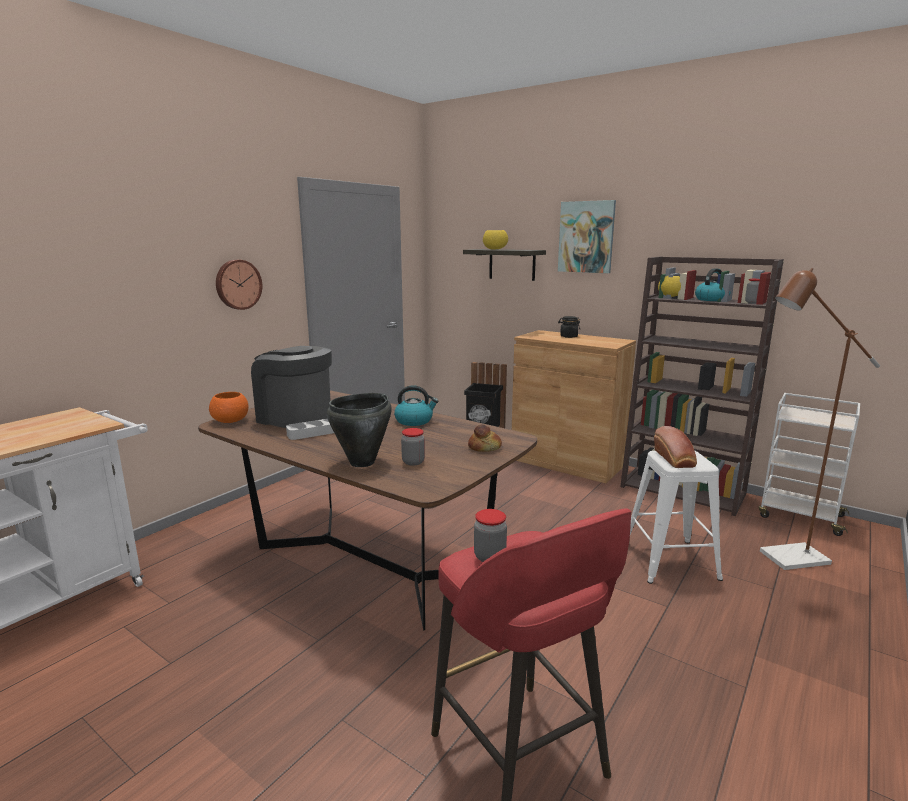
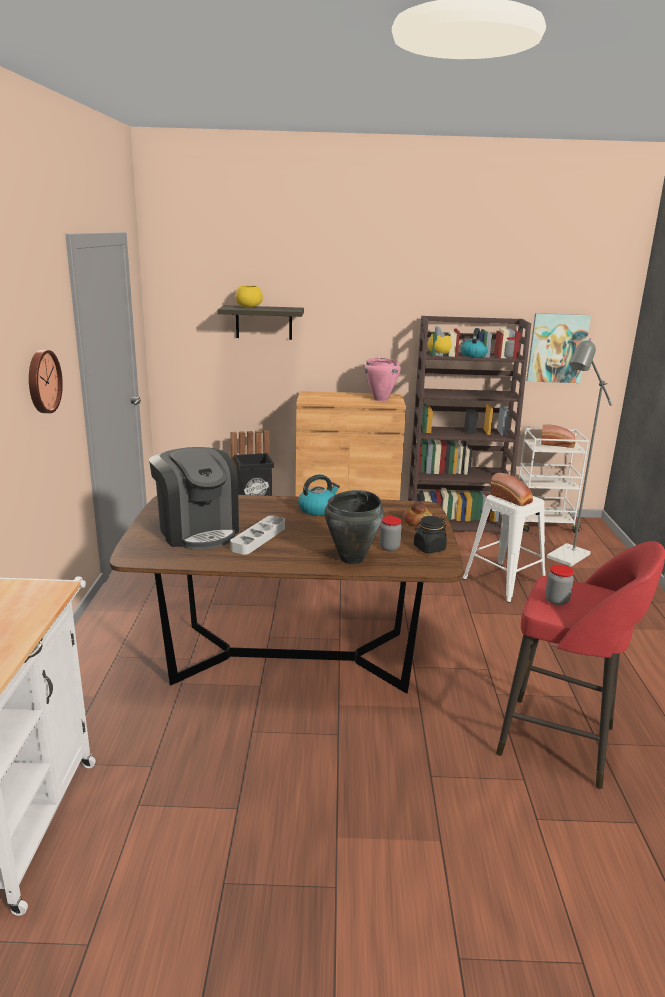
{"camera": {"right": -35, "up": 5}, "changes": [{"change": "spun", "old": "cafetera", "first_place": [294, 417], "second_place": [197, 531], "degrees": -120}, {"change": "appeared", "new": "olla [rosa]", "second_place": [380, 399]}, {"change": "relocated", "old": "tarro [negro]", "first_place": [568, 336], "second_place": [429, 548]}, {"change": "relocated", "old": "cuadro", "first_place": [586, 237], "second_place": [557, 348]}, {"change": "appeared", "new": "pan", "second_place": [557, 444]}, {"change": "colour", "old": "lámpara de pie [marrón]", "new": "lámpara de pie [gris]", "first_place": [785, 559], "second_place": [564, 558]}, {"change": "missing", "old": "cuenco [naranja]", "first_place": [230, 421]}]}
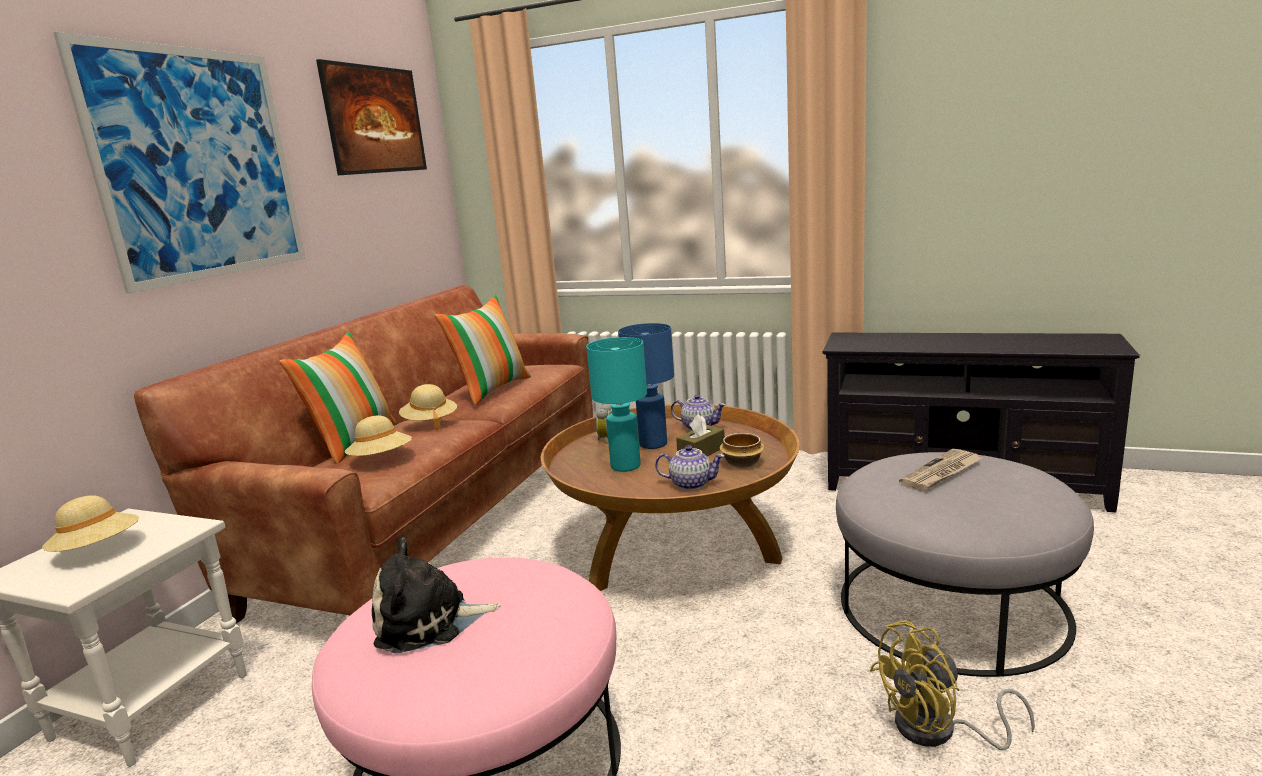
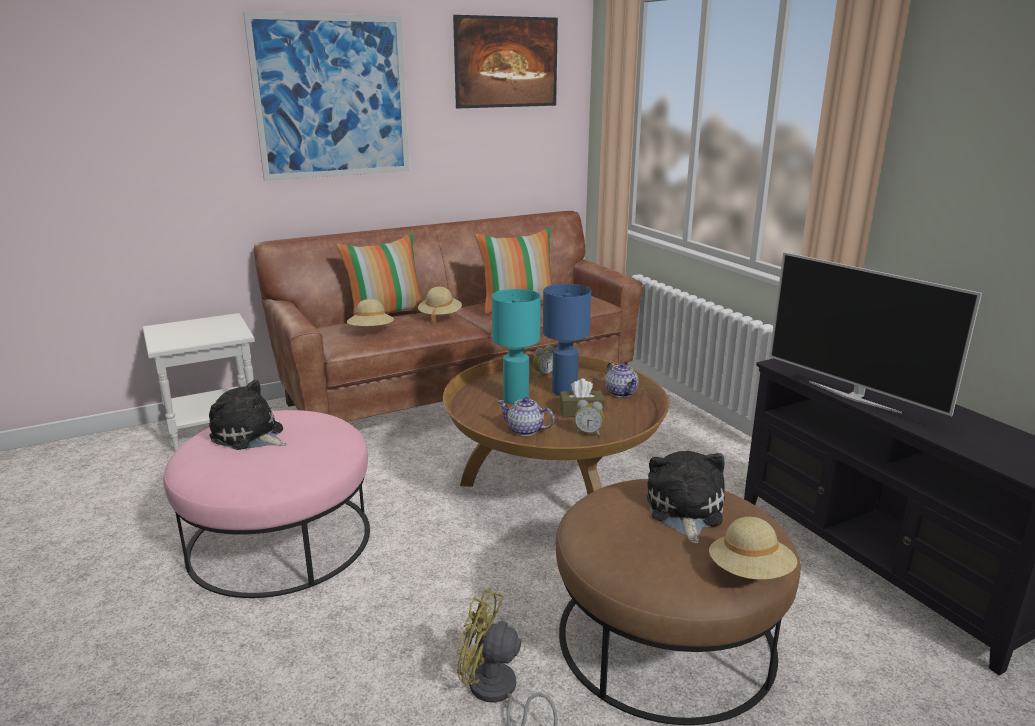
{"camera": {"right": 40, "up": 5}, "changes": [{"change": "spun", "old": "tetera", "first_place": [690, 484], "second_place": [525, 430], "degrees": 150}, {"change": "colour", "old": "puf [gris]", "new": "puf [marrón]", "first_place": [952, 606], "second_place": [666, 638]}, {"change": "exchanged", "old": "cuenco", "new": "despertador", "first_place": [742, 463], "second_place": [589, 433]}, {"change": "exchanged", "old": "periódico", "new": "peluche", "first_place": [942, 473], "second_place": [684, 511]}, {"change": "relocated", "old": "sombrero [beis]", "first_place": [98, 550], "second_place": [750, 573]}, {"change": "appeared", "new": "televisor", "second_place": [854, 396]}]}
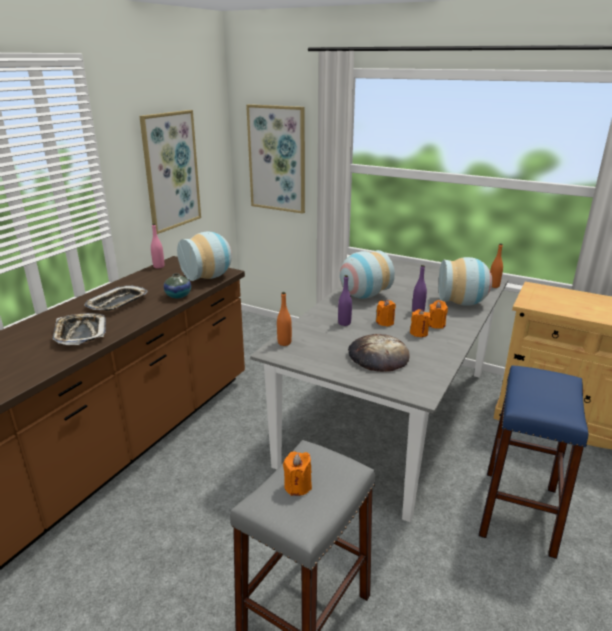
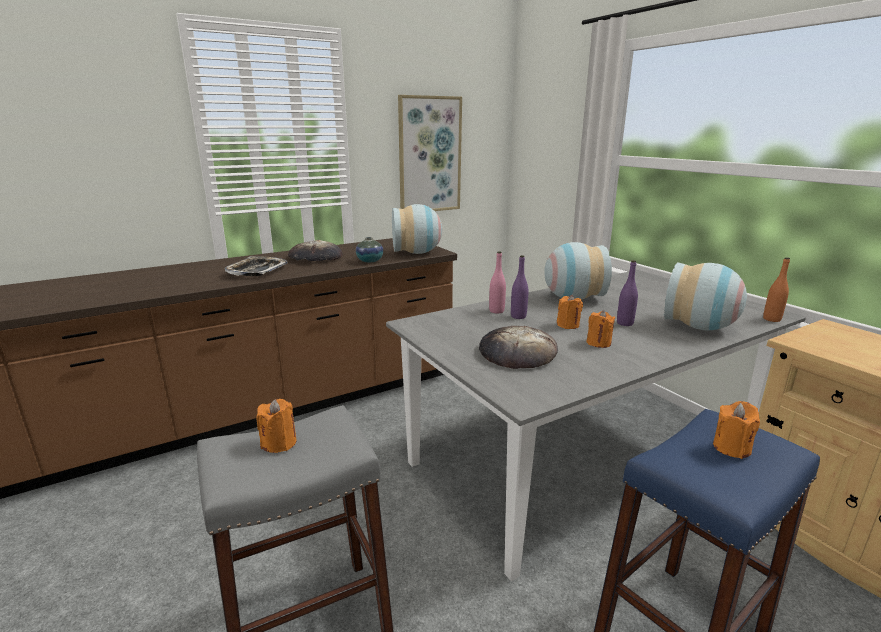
{"camera": {"right": 30, "up": -5}, "changes": [{"change": "exchanged", "old": "bandeja", "new": "pan", "first_place": [117, 303], "second_place": [315, 257]}, {"change": "relocated", "old": "botella [rosa]", "first_place": [159, 266], "second_place": [496, 311]}, {"change": "relocated", "old": "vela [naranja]", "first_place": [436, 324], "second_place": [731, 448]}, {"change": "missing", "old": "cuadro", "first_place": [277, 159]}, {"change": "missing", "old": "botella [naranja]", "first_place": [284, 343]}]}
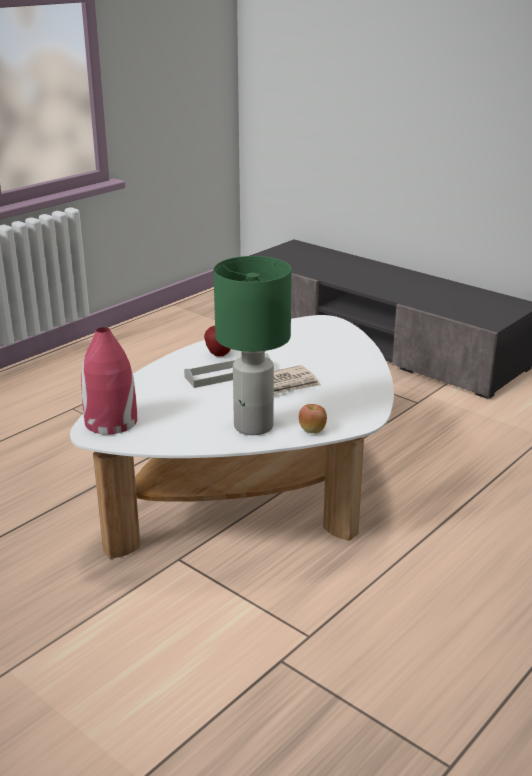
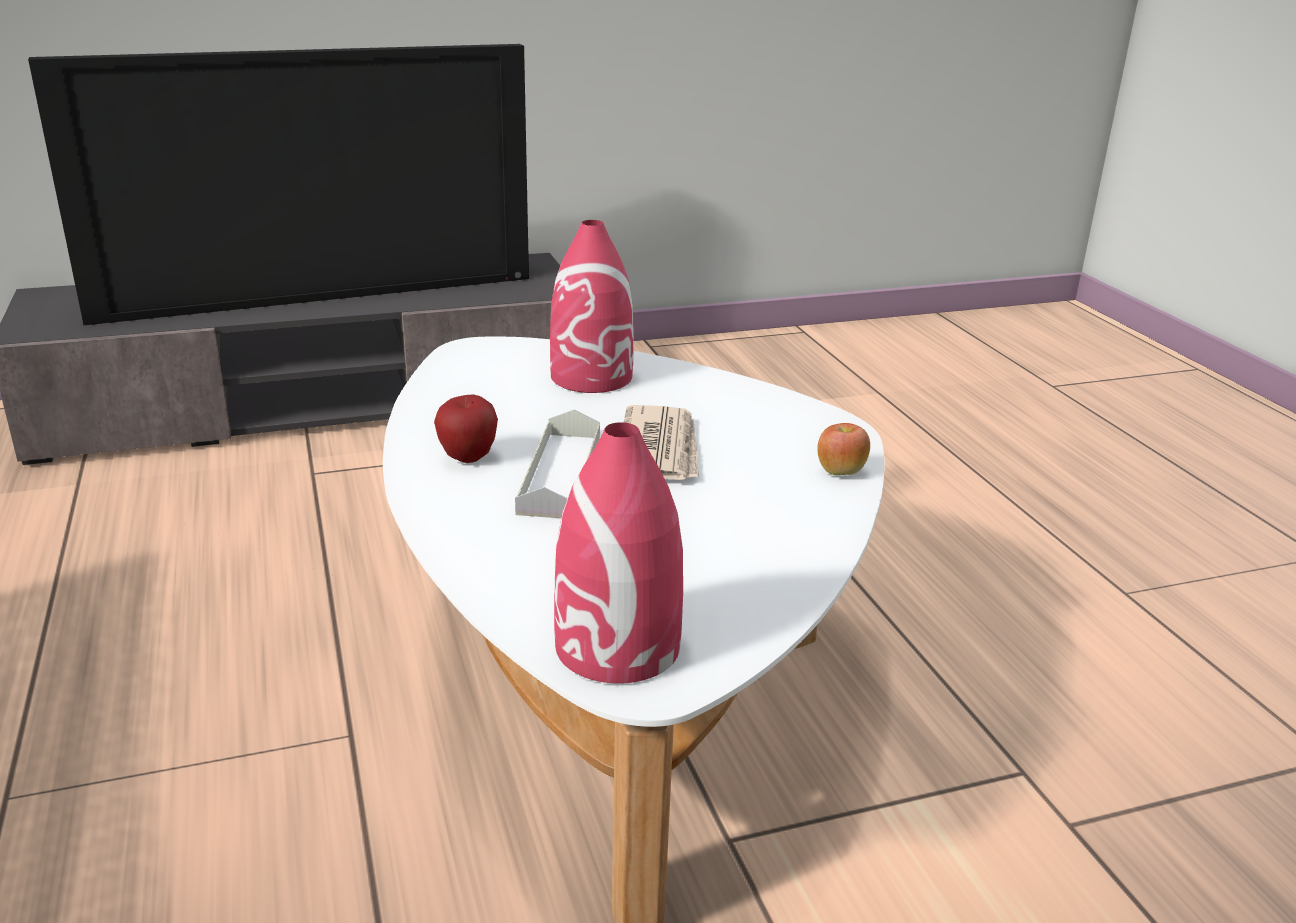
{"camera": {"right": -60, "up": 0}, "changes": [{"change": "appeared", "new": "televisor", "second_place": [319, 292]}, {"change": "appeared", "new": "florero [rojo]", "second_place": [592, 377]}, {"change": "missing", "old": "lámpara de mesa [verde]", "first_place": [253, 427]}]}
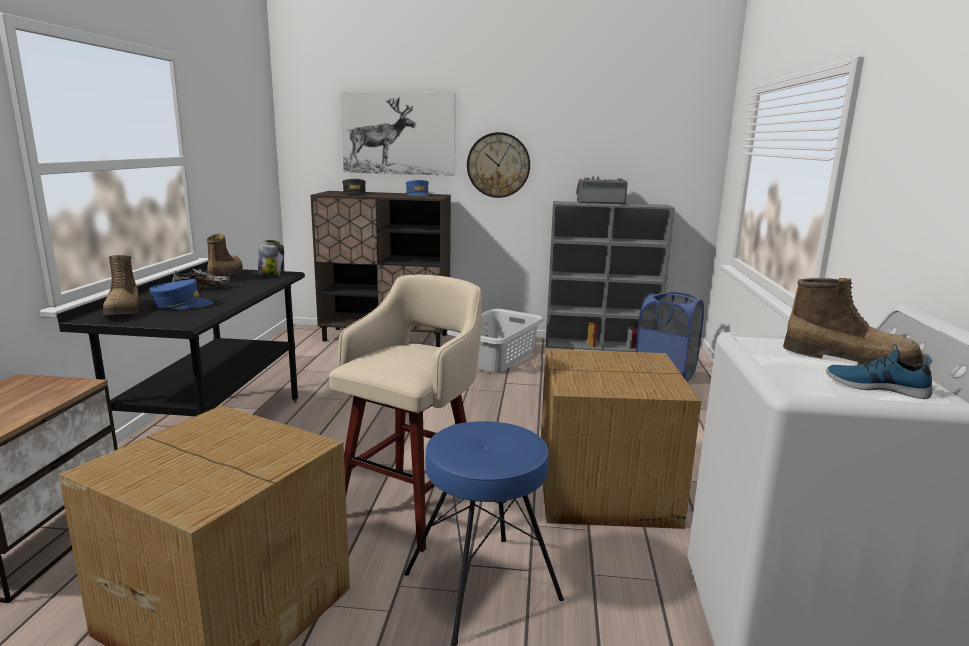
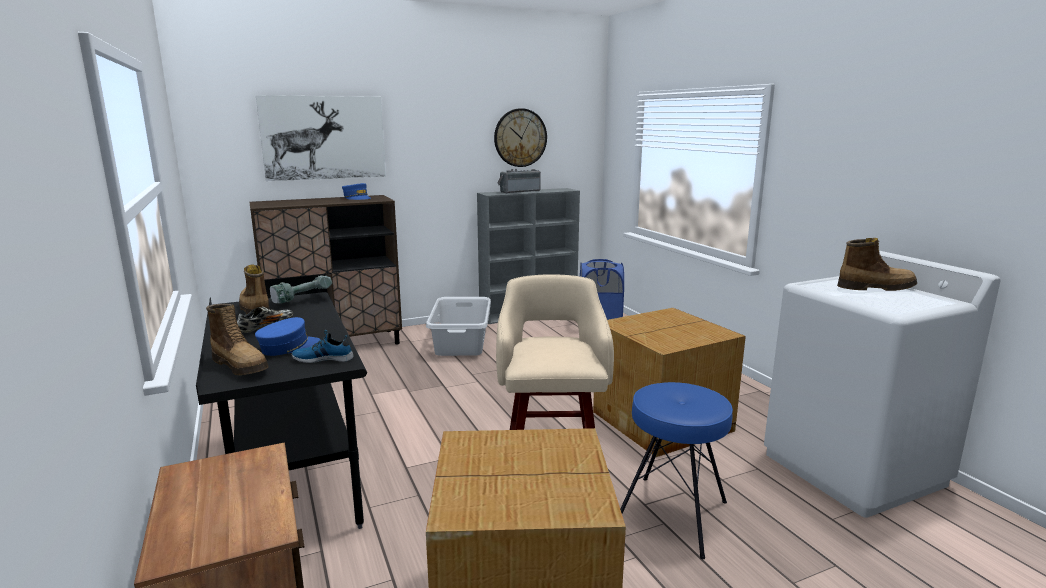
{"camera": {"right": -30, "up": 0}, "changes": [{"change": "exchanged", "old": "tarro", "new": "taladro", "first_place": [271, 274], "second_place": [301, 299]}, {"change": "relocated", "old": "zapato", "first_place": [876, 387], "second_place": [323, 358]}, {"change": "relocated", "old": "reloj de pared", "first_place": [498, 165], "second_place": [520, 138]}, {"change": "missing", "old": "gorra [gris]", "first_place": [354, 193]}]}
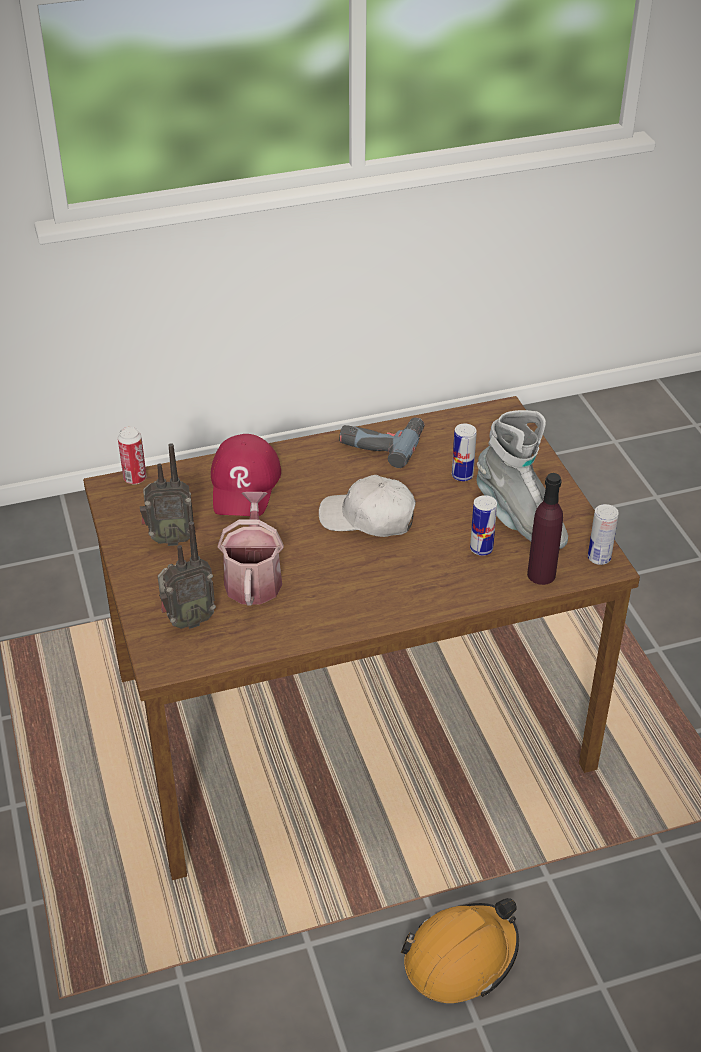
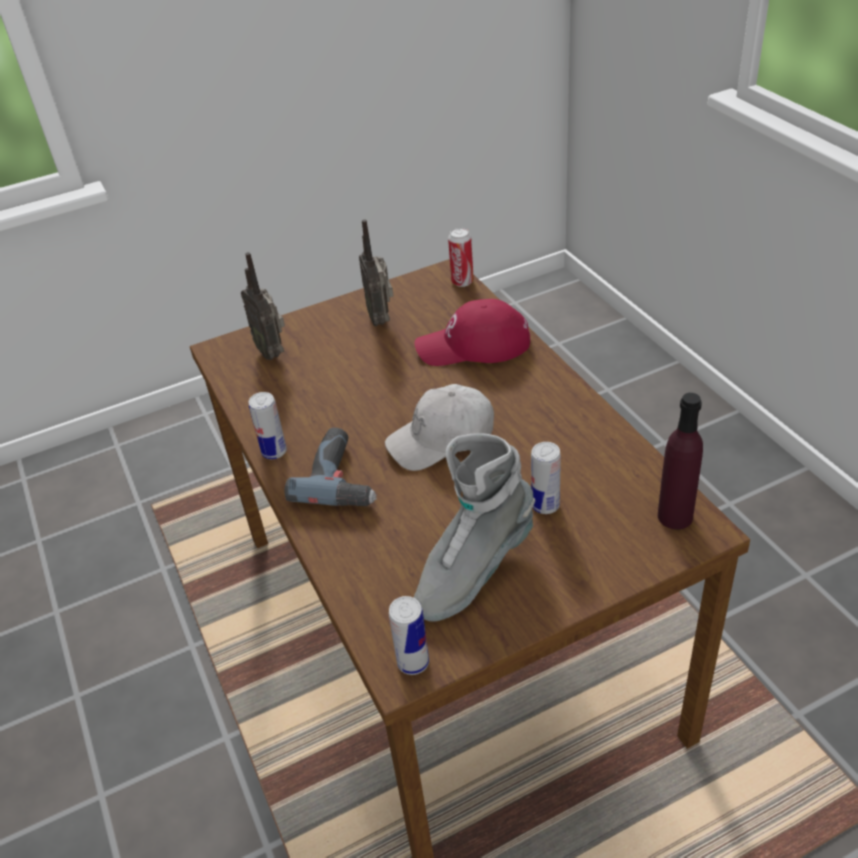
{"camera": {"right": 85, "up": 0}, "changes": [{"change": "relocated", "old": "lata", "first_place": [481, 549], "second_place": [274, 452]}, {"change": "relocated", "old": "taladro", "first_place": [382, 442], "second_place": [343, 477]}, {"change": "spun", "old": "gorra [blanco]", "first_place": [368, 518], "second_place": [442, 439], "degrees": -120}, {"change": "relocated", "old": "botella [morado]", "first_place": [541, 574], "second_place": [675, 516]}, {"change": "missing", "old": "regadera", "first_place": [253, 577]}, {"change": "missing", "old": "casco [naranja]", "first_place": [461, 957]}]}
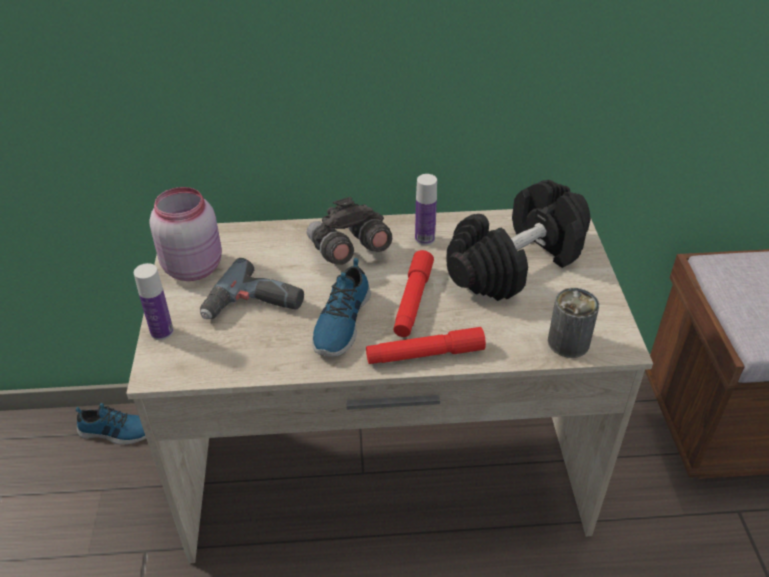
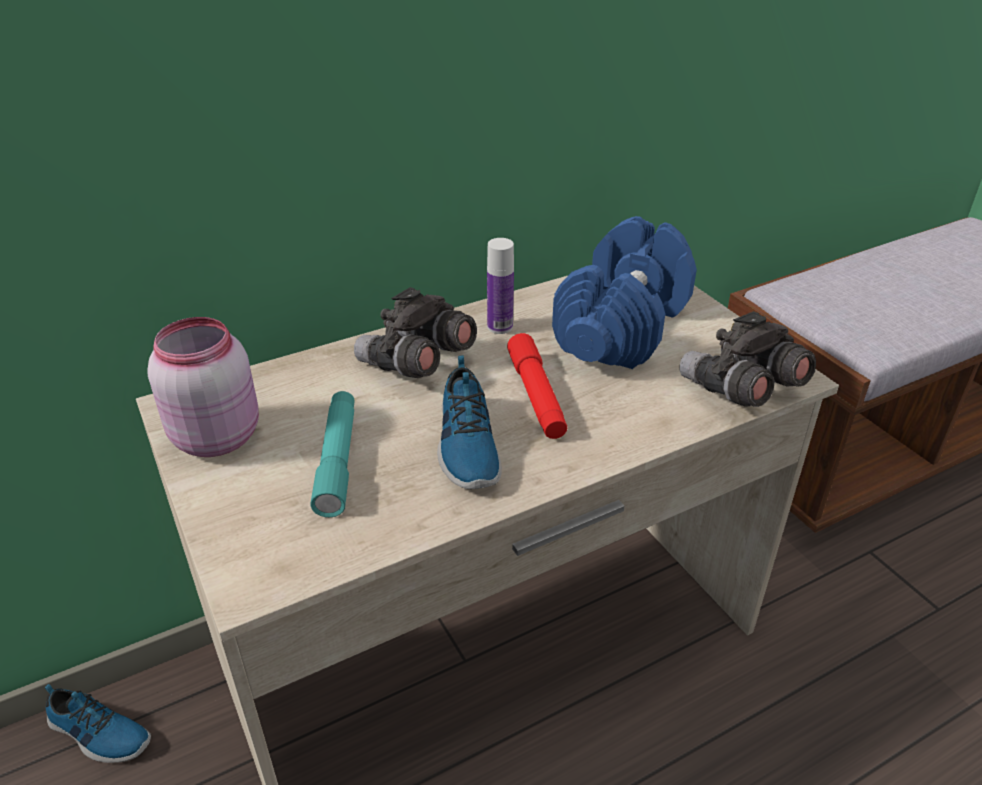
{"camera": {"right": -25, "up": -5}, "changes": [{"change": "spun", "old": "zapato", "first_place": [117, 432], "second_place": [98, 734], "degrees": 45}, {"change": "exchanged", "old": "taladro", "new": "linterna [turquesa]", "first_place": [254, 307], "second_place": [337, 460]}, {"change": "colour", "old": "mancuerna [negro]", "new": "mancuerna [azul]", "first_place": [516, 264], "second_place": [622, 326]}, {"change": "exchanged", "old": "lata", "new": "prismáticos [gris]", "first_place": [568, 342], "second_place": [740, 389]}, {"change": "missing", "old": "botella", "first_place": [162, 332]}, {"change": "missing", "old": "linterna [rojo]", "first_place": [425, 354]}]}
